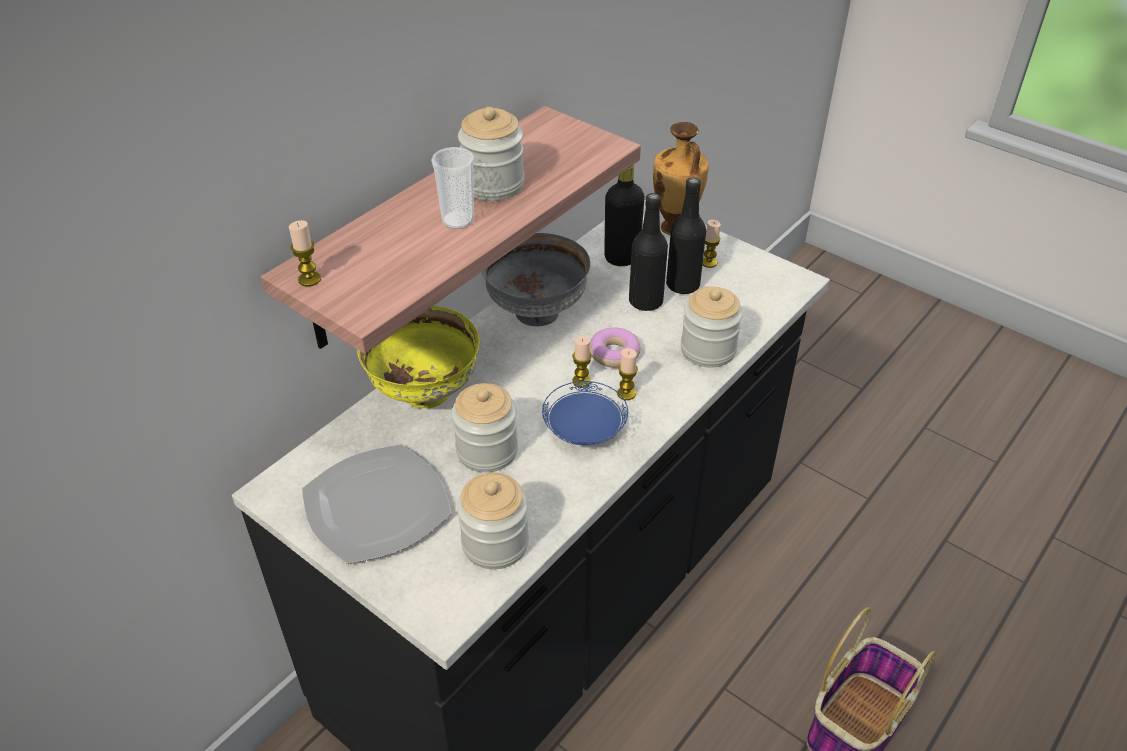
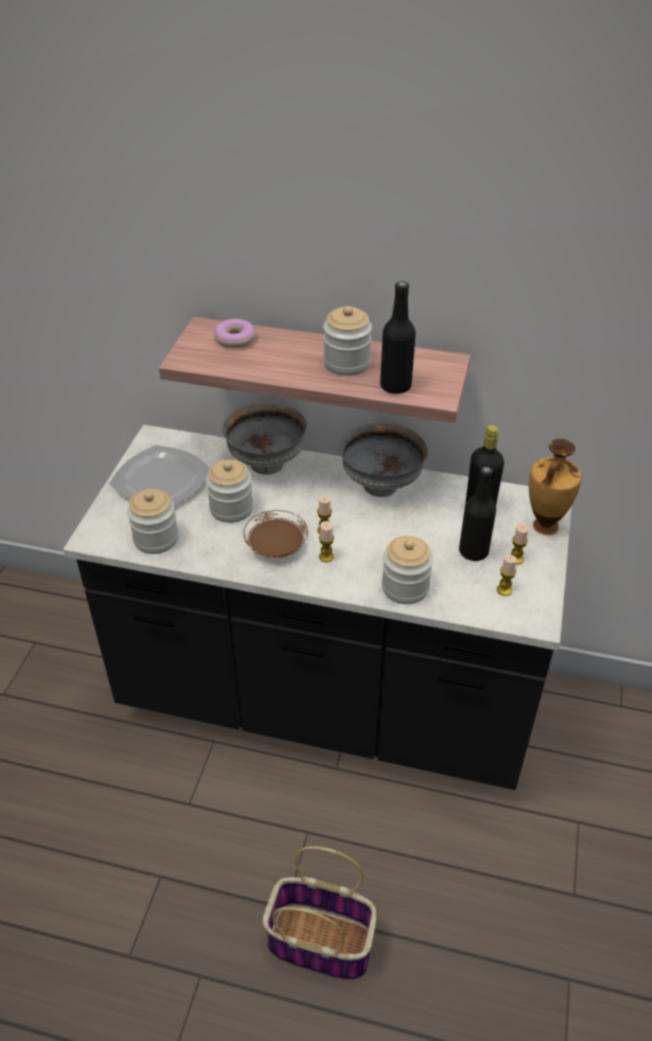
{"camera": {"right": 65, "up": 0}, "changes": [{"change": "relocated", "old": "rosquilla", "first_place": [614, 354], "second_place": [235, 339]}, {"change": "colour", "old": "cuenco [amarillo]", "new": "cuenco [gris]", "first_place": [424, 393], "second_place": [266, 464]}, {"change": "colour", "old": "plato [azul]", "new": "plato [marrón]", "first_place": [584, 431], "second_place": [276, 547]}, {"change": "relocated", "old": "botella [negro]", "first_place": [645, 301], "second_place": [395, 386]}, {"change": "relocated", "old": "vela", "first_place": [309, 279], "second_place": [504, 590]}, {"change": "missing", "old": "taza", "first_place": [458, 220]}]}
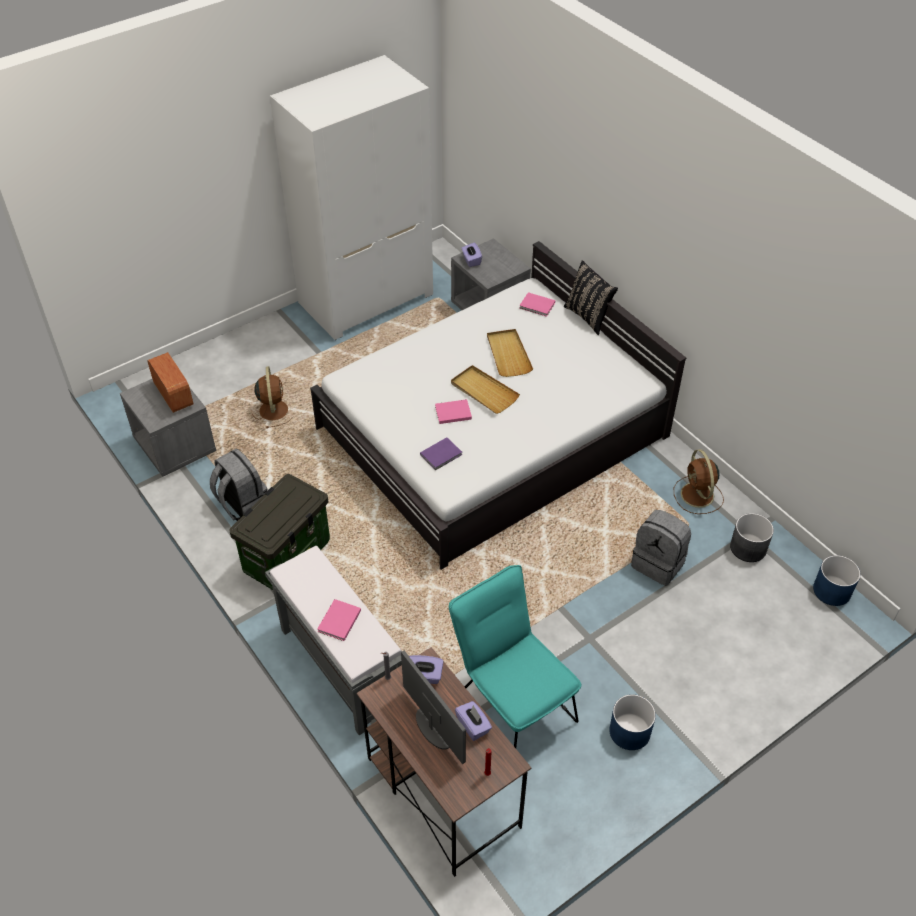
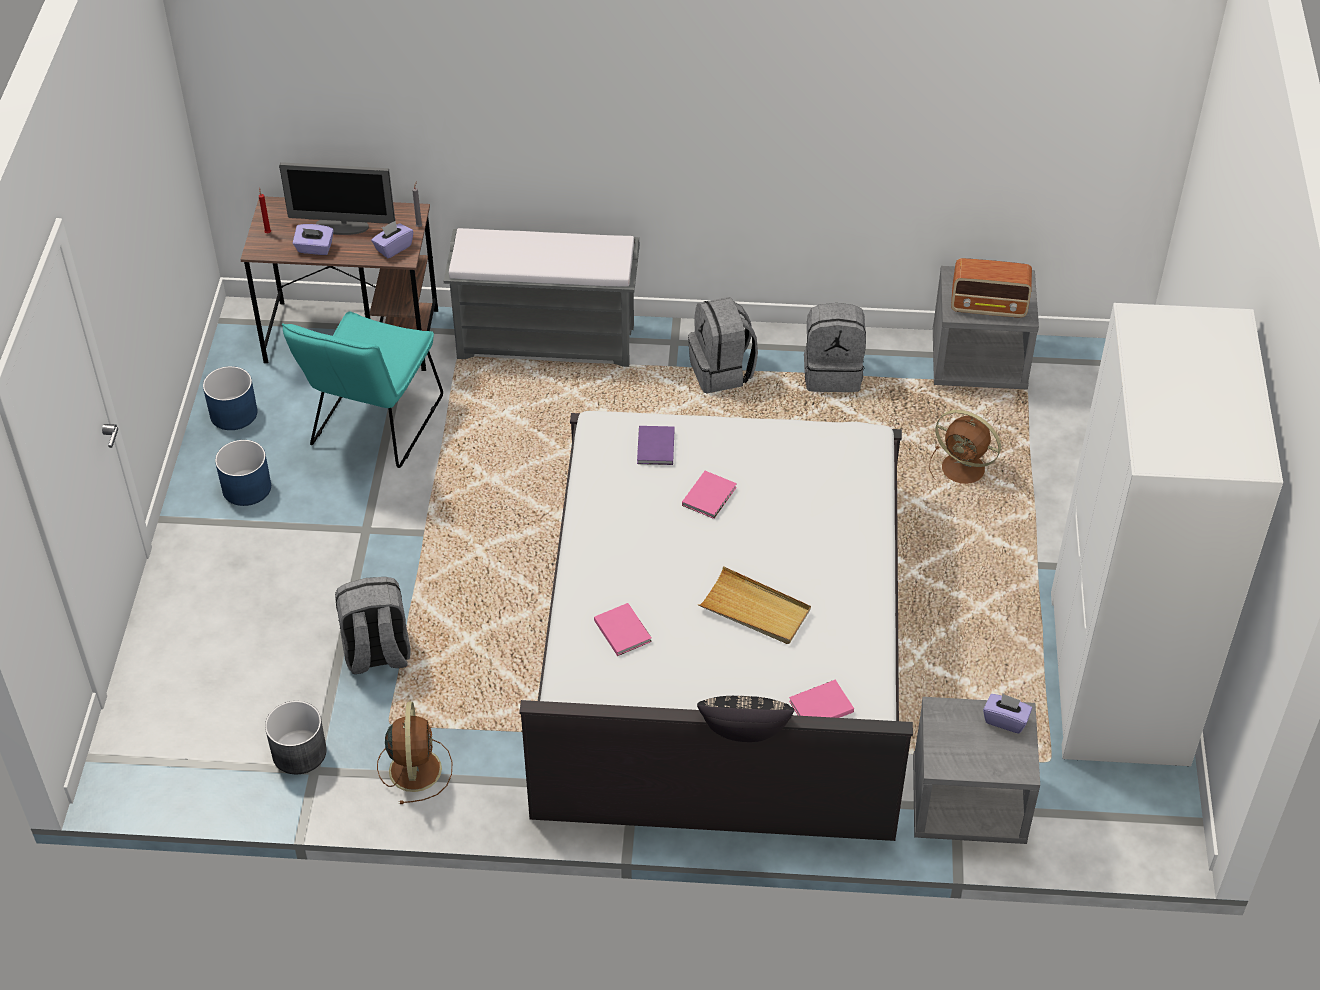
{"camera": {"right": 130, "up": 0}, "changes": [{"change": "relocated", "old": "maceta [azul]", "first_place": [831, 590], "second_place": [234, 413]}, {"change": "spun", "old": "silla [turquesa]", "first_place": [511, 704], "second_place": [372, 427], "degrees": 105}, {"change": "spun", "old": "ventilador [marrón]", "first_place": [697, 496], "second_place": [415, 768], "degrees": 60}, {"change": "relocated", "old": "libro [rosa]", "first_place": [338, 622], "second_place": [622, 629]}, {"change": "exchanged", "old": "caja de almacenaje", "new": "mochila [gris]", "first_place": [287, 556], "second_place": [722, 372]}, {"change": "missing", "old": "bandeja [beis]", "first_place": [484, 391]}]}
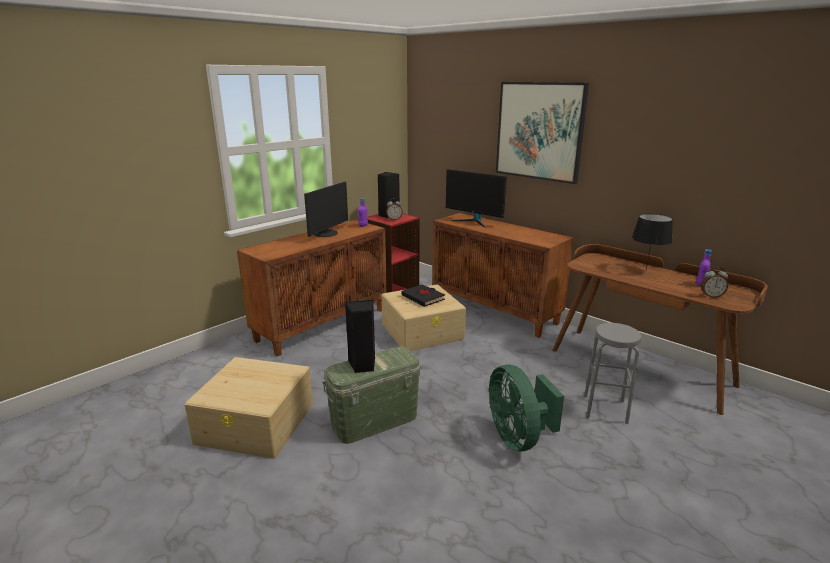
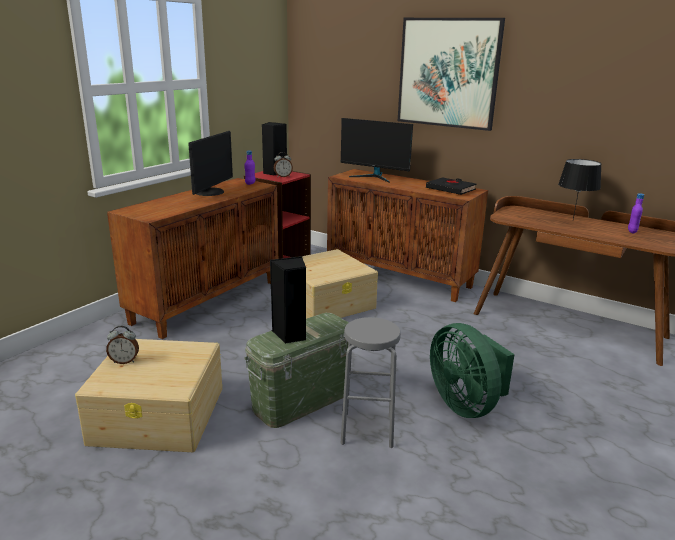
{"camera": {"right": -10, "up": 0}, "changes": [{"change": "relocated", "old": "despertador", "first_place": [711, 296], "second_place": [124, 361]}, {"change": "relocated", "old": "taburete [gris]", "first_place": [605, 409], "second_place": [367, 429]}, {"change": "relocated", "old": "libro [negro]", "first_place": [423, 298], "second_place": [450, 189]}]}
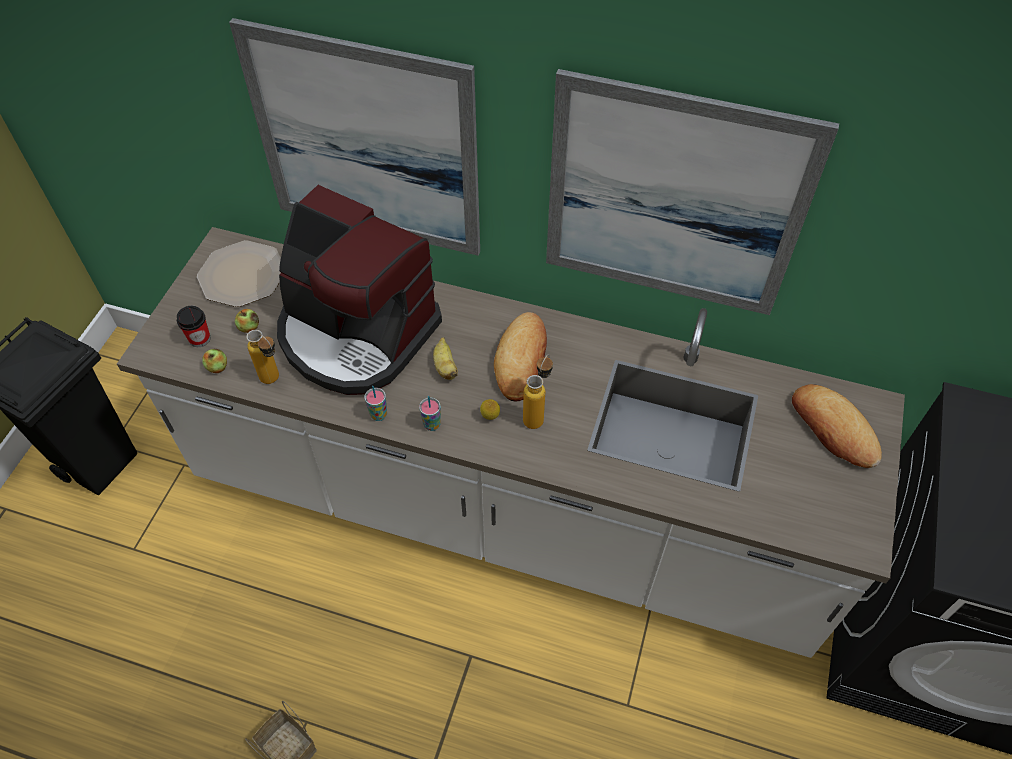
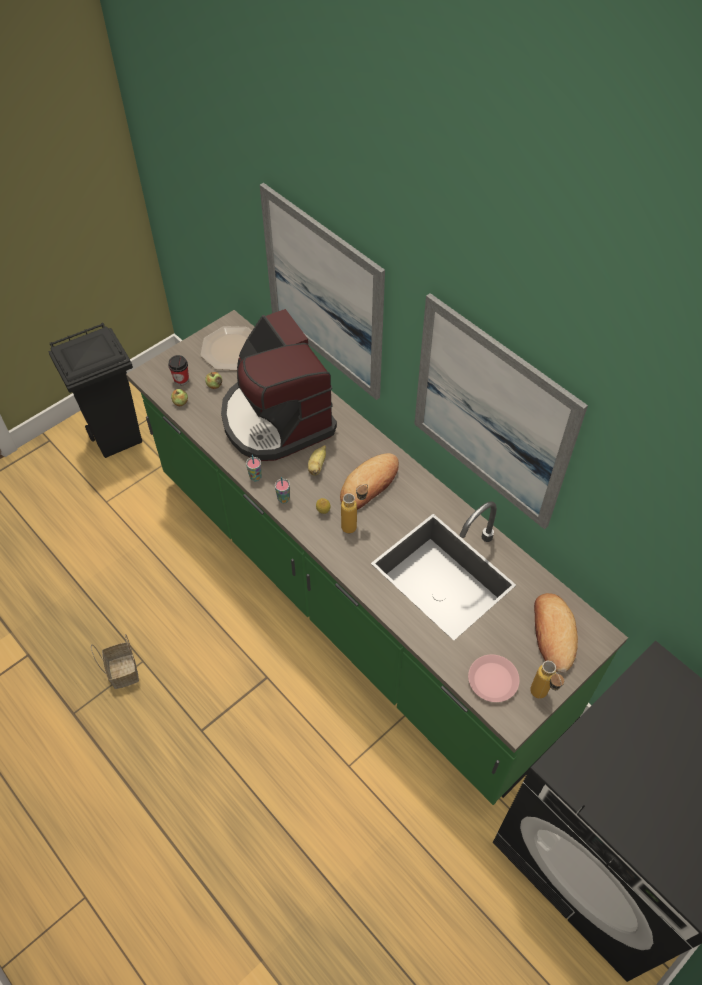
{"camera": {"right": 30, "up": 0}, "changes": [{"change": "colour", "old": "mueble bajo de cocina [blanco]", "new": "mueble bajo de cocina [verde]", "first_place": [506, 510], "second_place": [351, 595]}, {"change": "appeared", "new": "plato [rosa]", "second_place": [493, 680]}, {"change": "relocated", "old": "botella", "first_place": [274, 381], "second_place": [541, 697]}]}
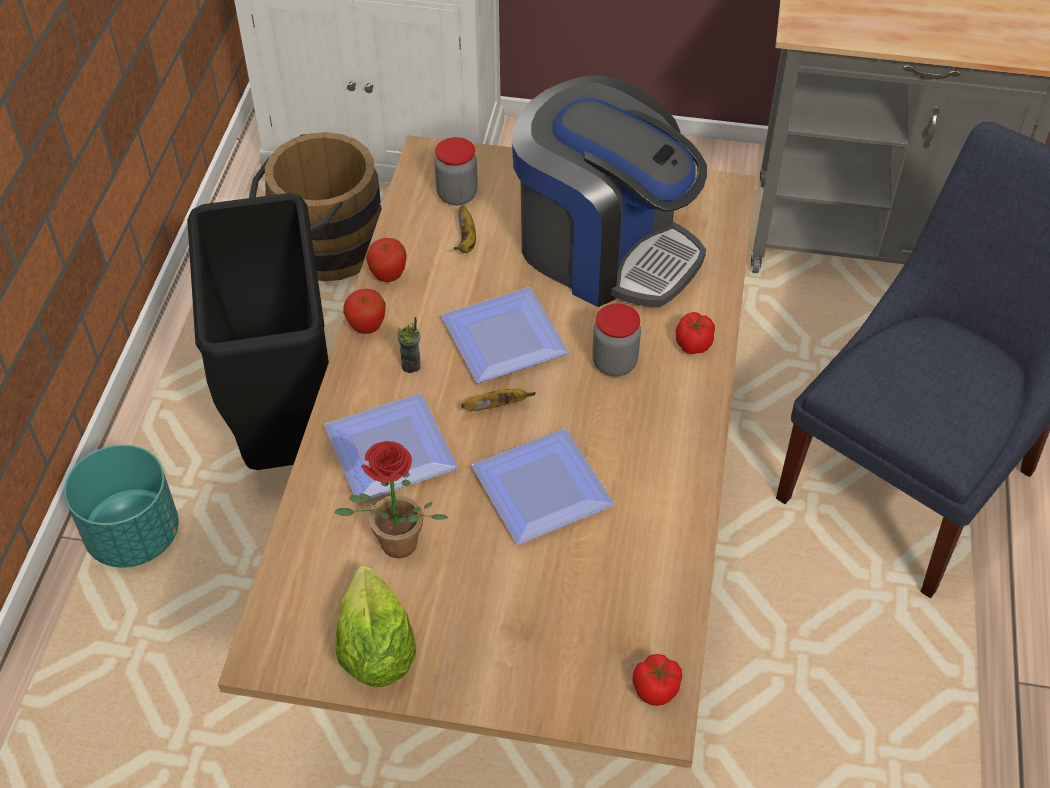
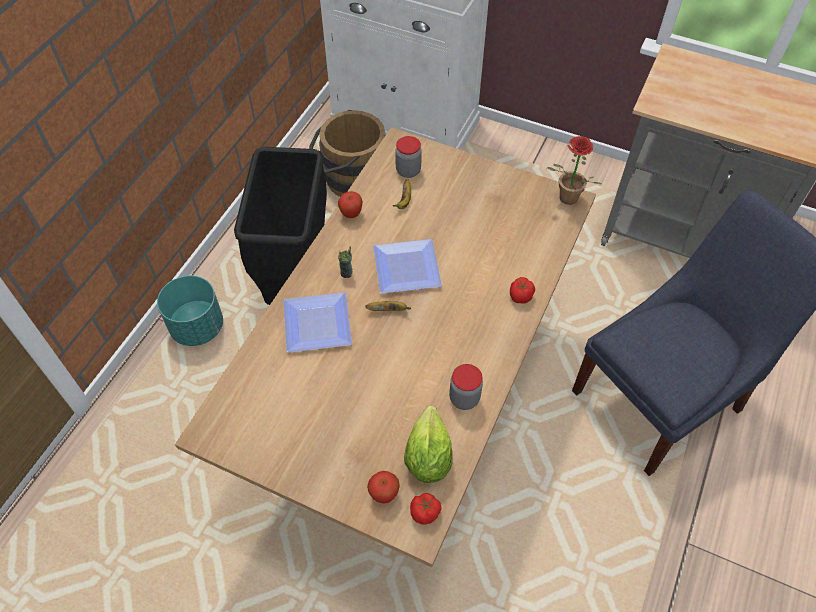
{"camera": {"right": 15, "up": 5}, "changes": [{"change": "relocated", "old": "manzana", "first_place": [367, 328], "second_place": [384, 494]}, {"change": "relocated", "old": "lechuga", "first_place": [375, 650], "second_place": [428, 457]}, {"change": "relocated", "old": "tarro", "first_place": [614, 363], "second_place": [464, 398]}, {"change": "relocated", "old": "planta en maceta", "first_place": [393, 549], "second_place": [565, 199]}, {"change": "missing", "old": "plato", "first_place": [543, 485]}, {"change": "missing", "old": "cafetera", "first_place": [604, 249]}]}
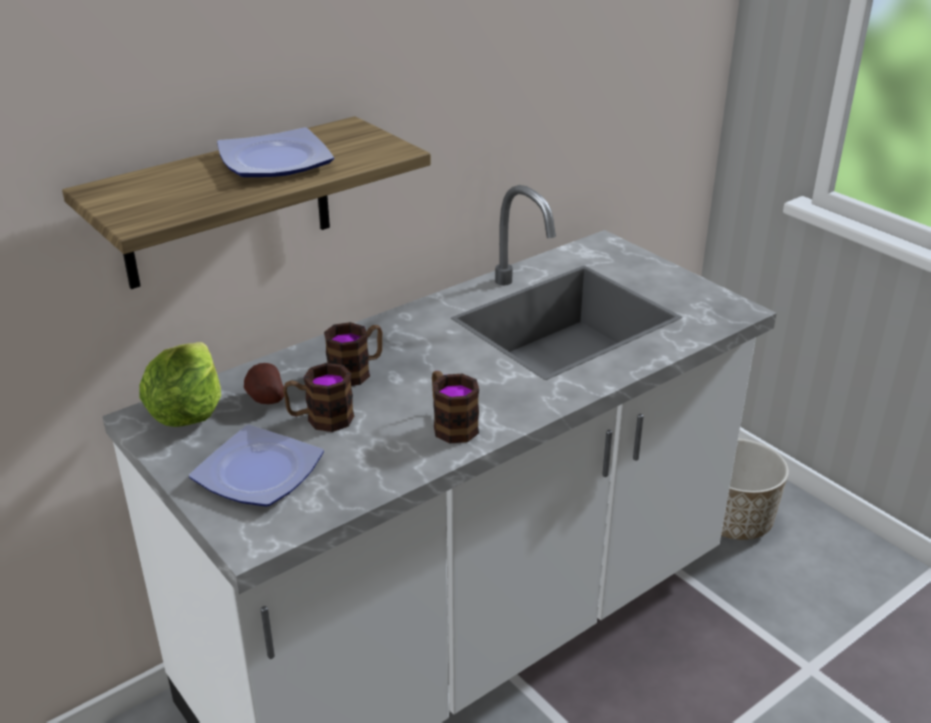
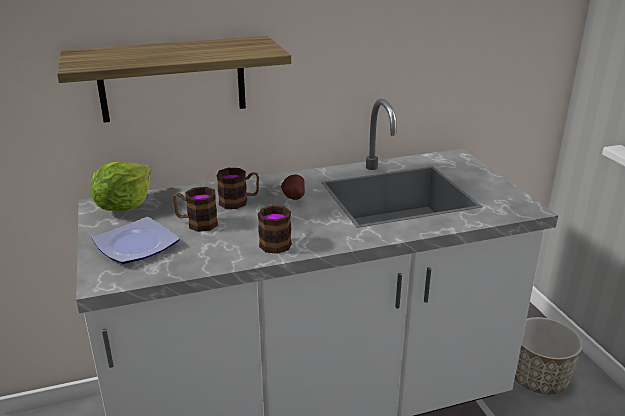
{"camera": {"right": 20, "up": -5}, "changes": [{"change": "relocated", "old": "patata", "first_place": [264, 400], "second_place": [293, 197]}, {"change": "missing", "old": "plato", "first_place": [273, 161]}]}
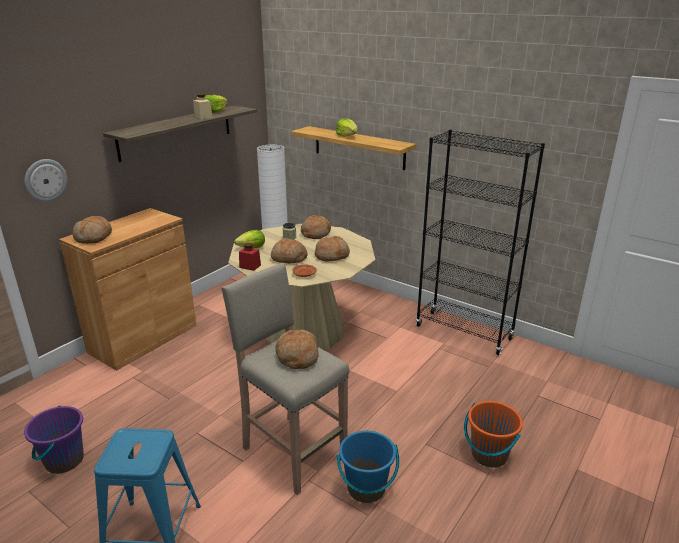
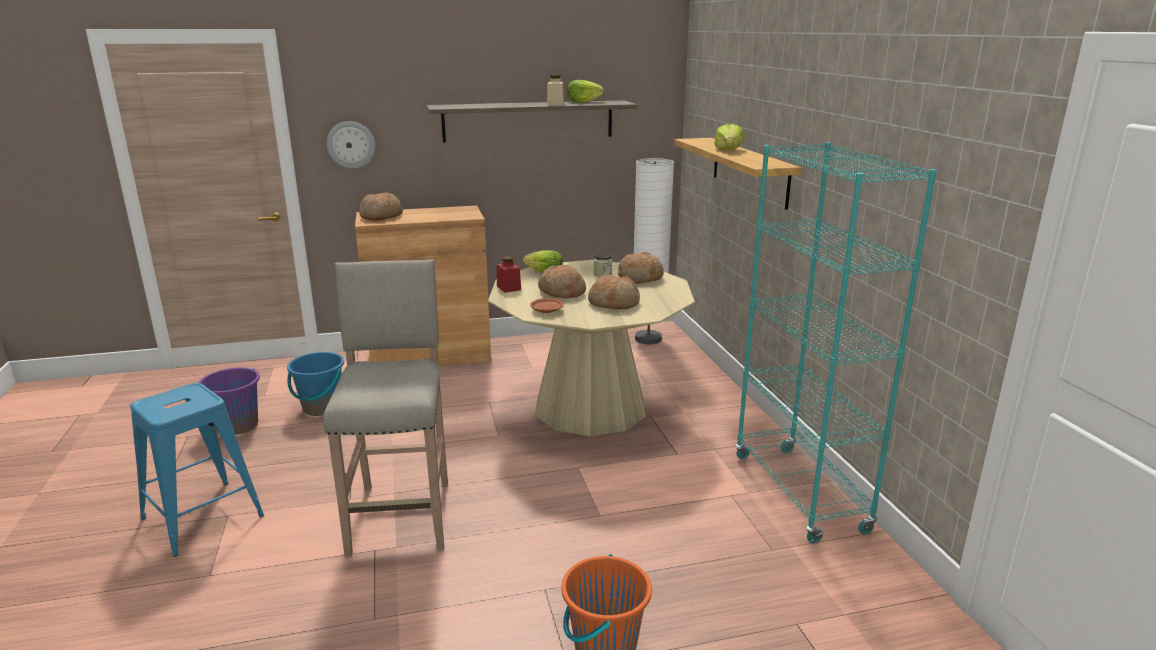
{"camera": {"right": 40, "up": -5}, "changes": [{"change": "relocated", "old": "cubo [azul]", "first_place": [366, 488], "second_place": [321, 407]}, {"change": "colour", "old": "estantería [negro]", "new": "estantería [turquesa]", "first_place": [464, 332], "second_place": [799, 493]}, {"change": "missing", "old": "pan", "first_place": [297, 357]}]}
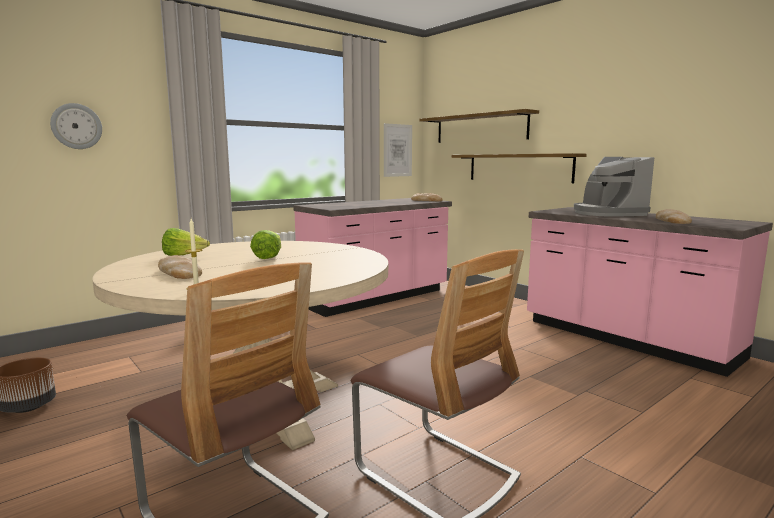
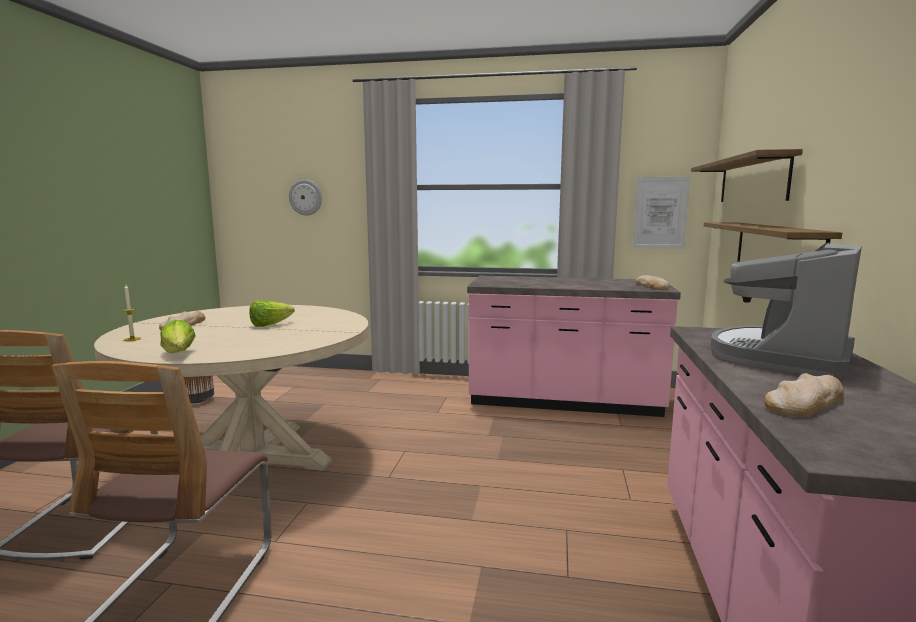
{"camera": {"right": 50, "up": 0}, "changes": [{"change": "relocated", "old": "lechuga", "first_place": [184, 256], "second_place": [179, 354]}]}
